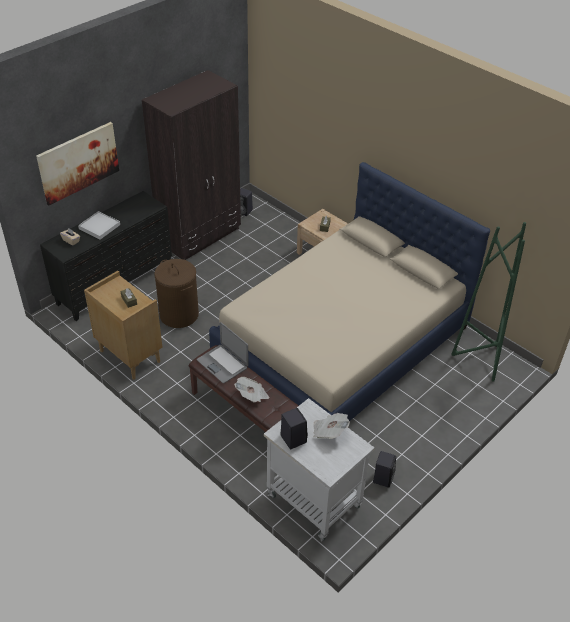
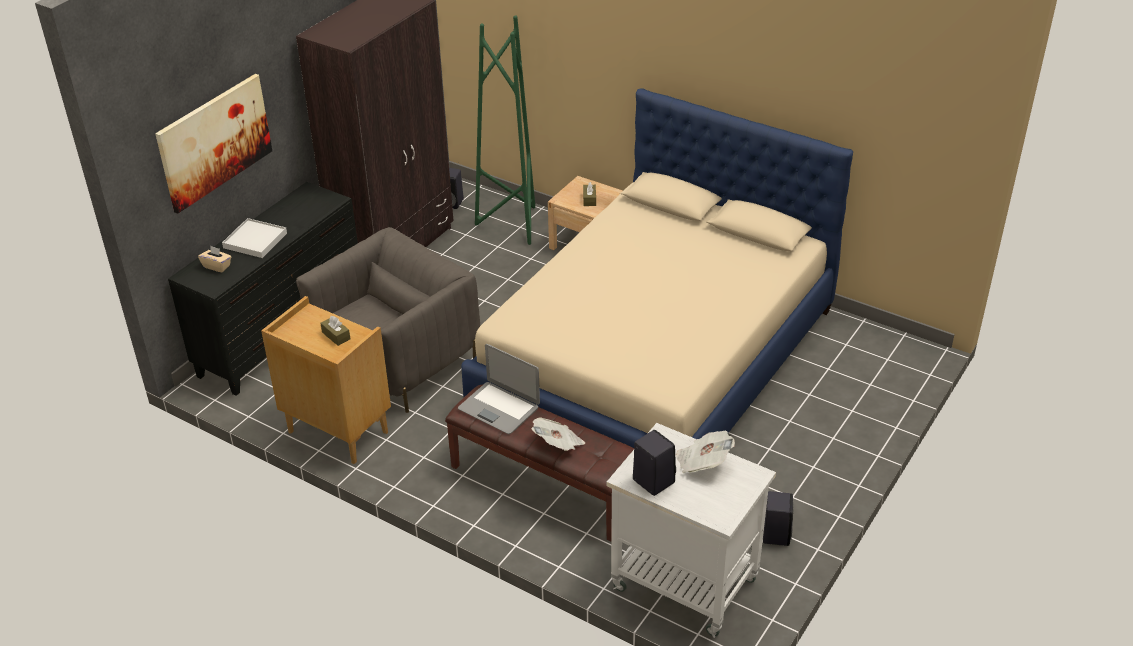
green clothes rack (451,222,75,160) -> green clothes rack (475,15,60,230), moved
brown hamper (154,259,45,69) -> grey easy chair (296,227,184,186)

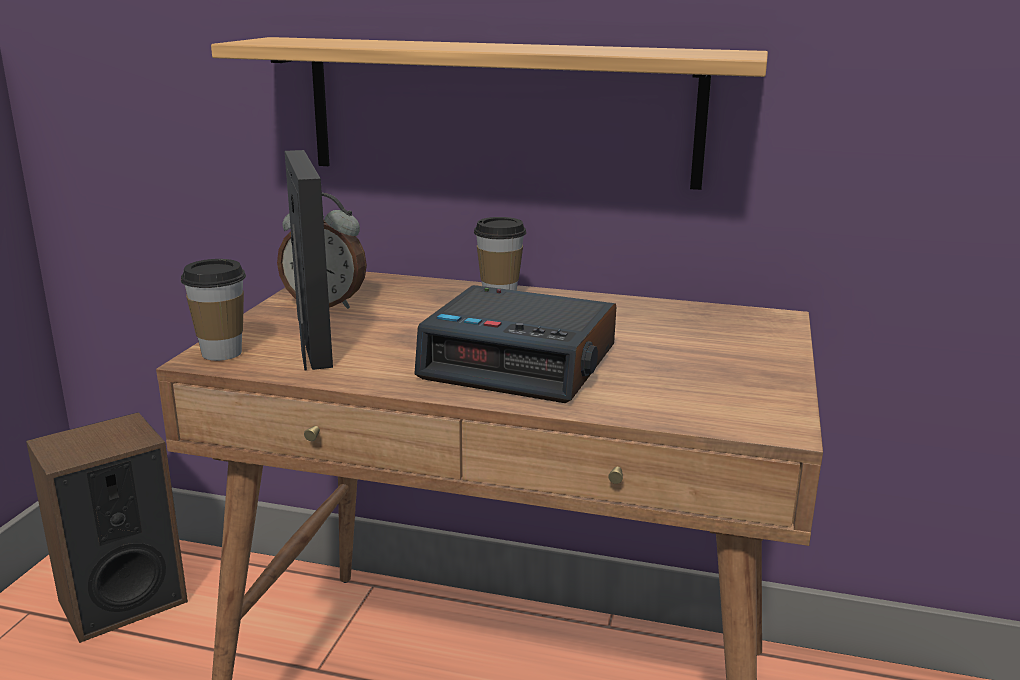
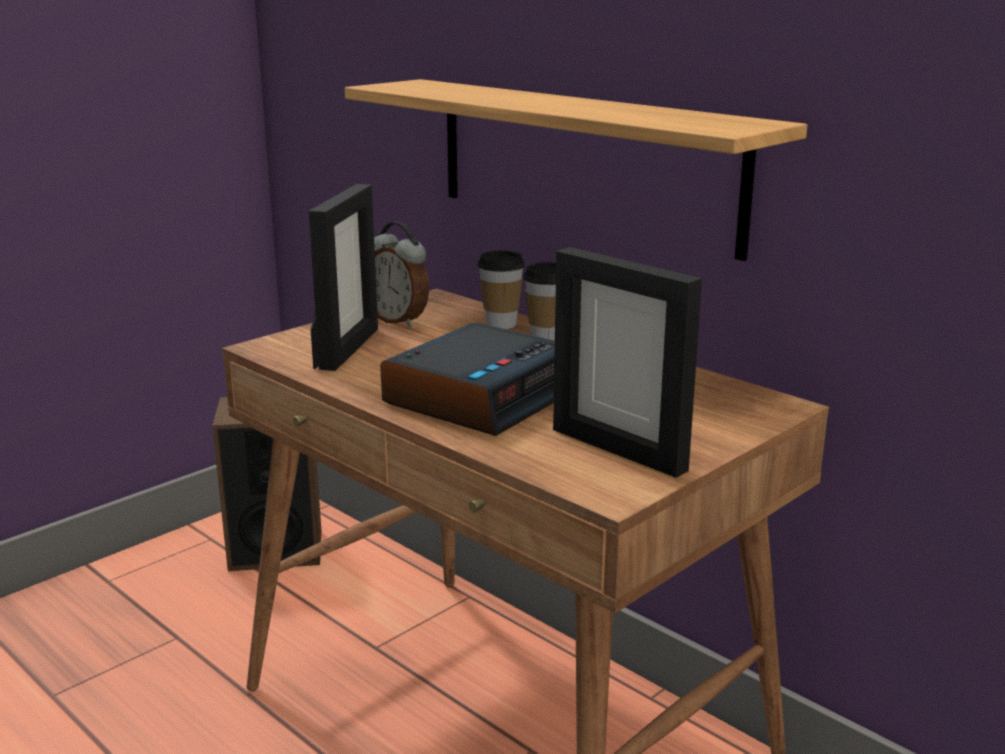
none -> photo frame (553,247,149,231)
cup (181,259,65,102) -> cup (477,251,48,78), moved
table clock (414,285,202,118) -> table clock (380,323,175,113), 105 degrees counterclockwise

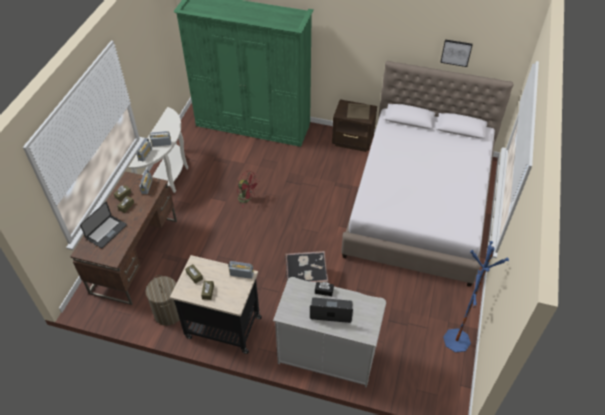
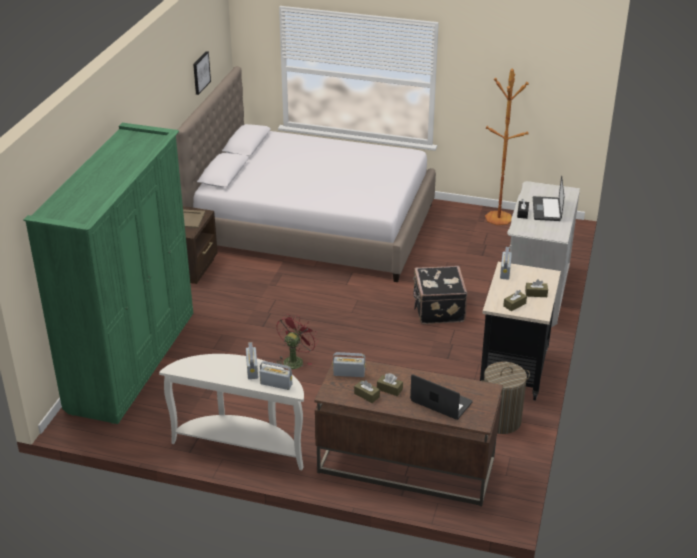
bluish clothes rack (443,241,66,111) -> orange-coloured clothes rack (485,68,44,157)

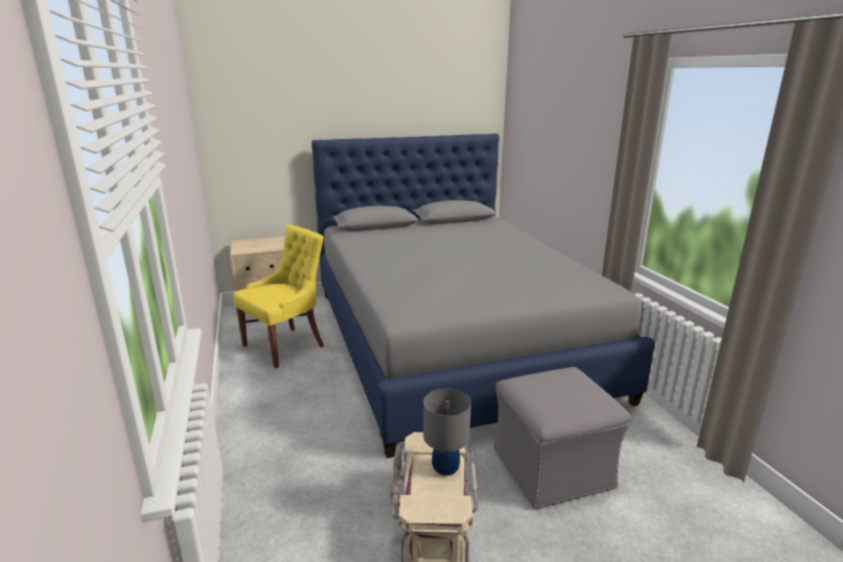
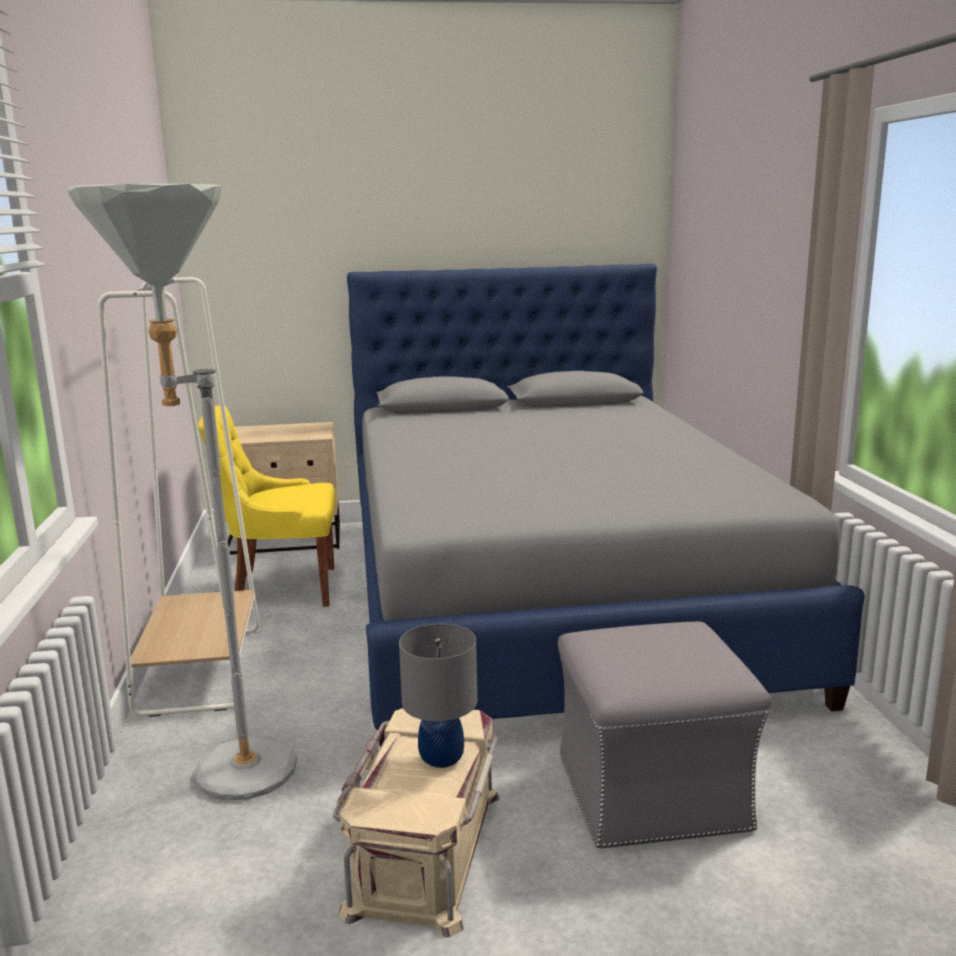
none -> grey standing lamp (67,184,230,616)
none -> clothes rack (97,277,162,440)
yellow plain chair (233,225,91,143) -> yellow plain chair (198,405,138,202), 150 degrees counterclockwise

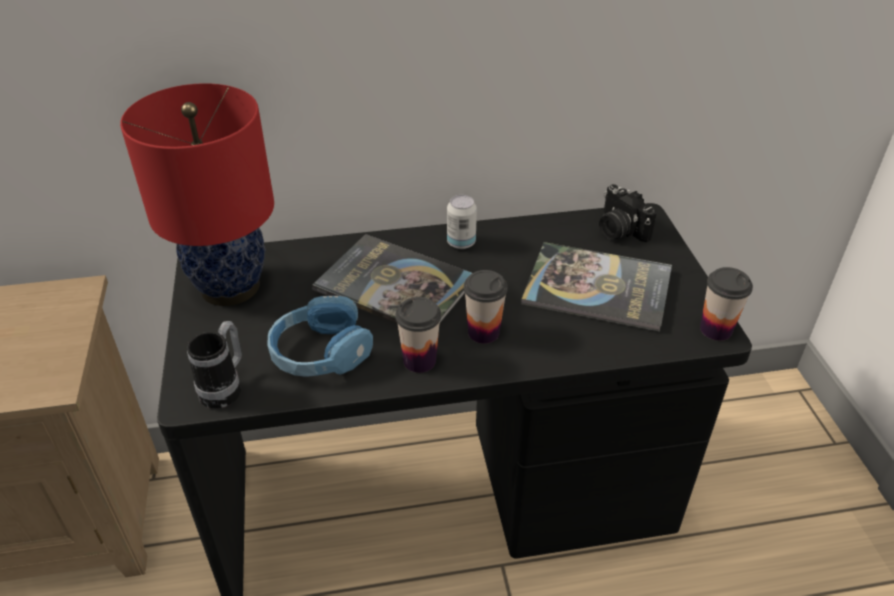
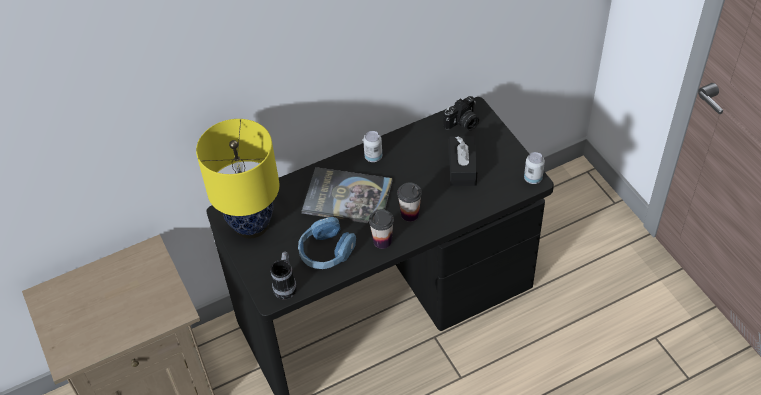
volume (521,242,151,89) -> black tissue holder (449,136,28,50)
cup (700,267,53,74) -> sealed can (524,152,21,32)
reddish lamp for a table (120,83,154,223) -> yellow lamp for a table (196,119,83,119)
photo camera (599,184,58,58) -> photo camera (443,96,36,34), 75 degrees counterclockwise

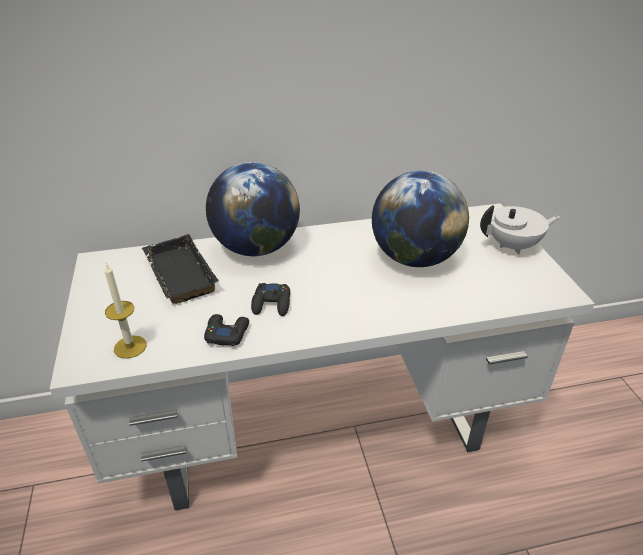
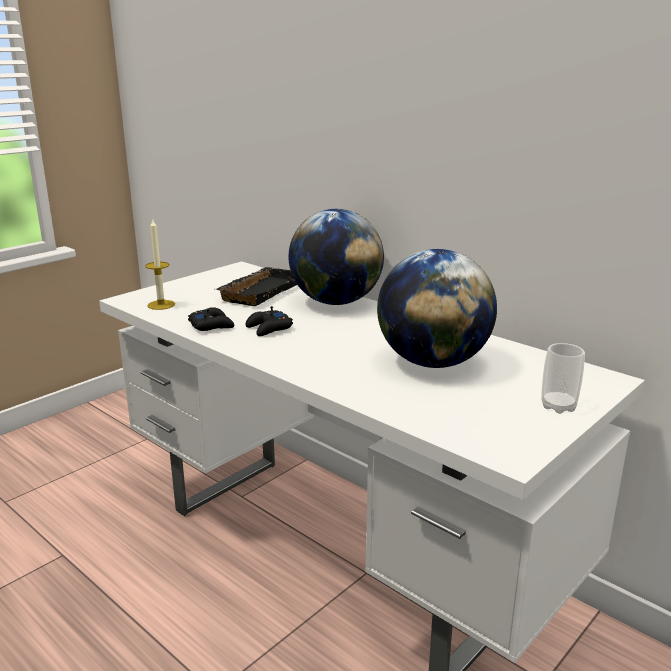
white-coloured pot for tea (480,205,80,49) -> cup (541,343,44,71)

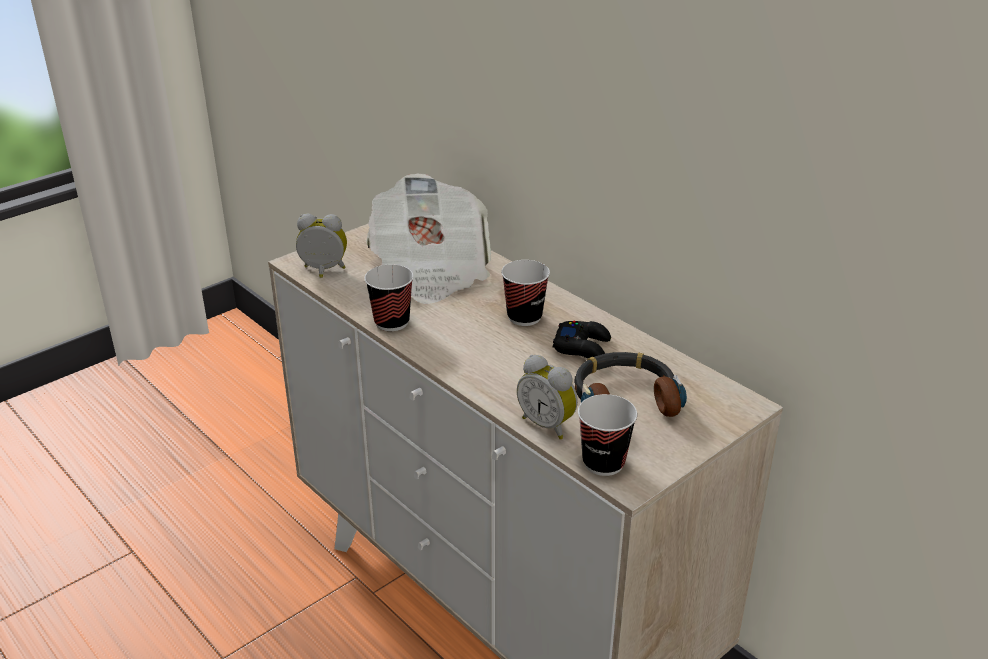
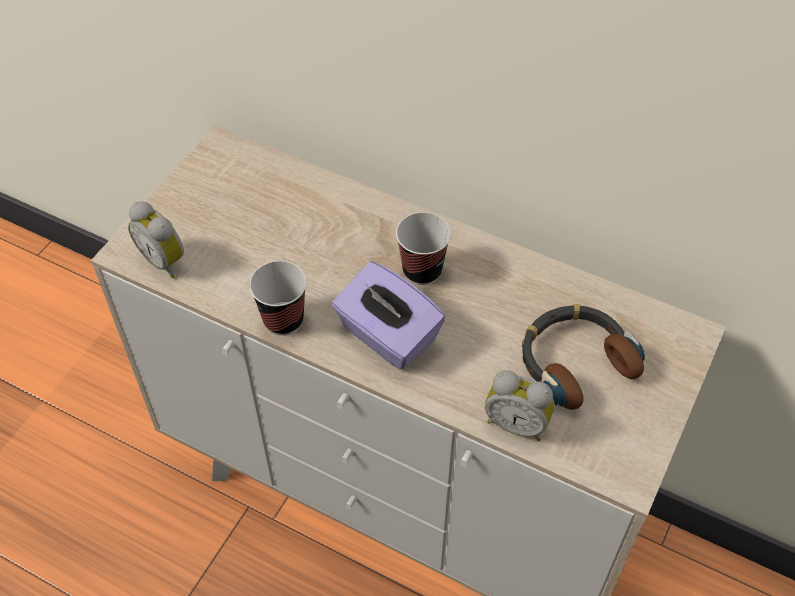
printed paper (366,174,125,130) -> none
black joypad (553,321,58,37) -> none
cup (578,394,59,82) -> none
none -> purplish tissue holder (332,261,113,109)
table clock (296,213,51,65) -> table clock (128,201,56,77), 120 degrees counterclockwise

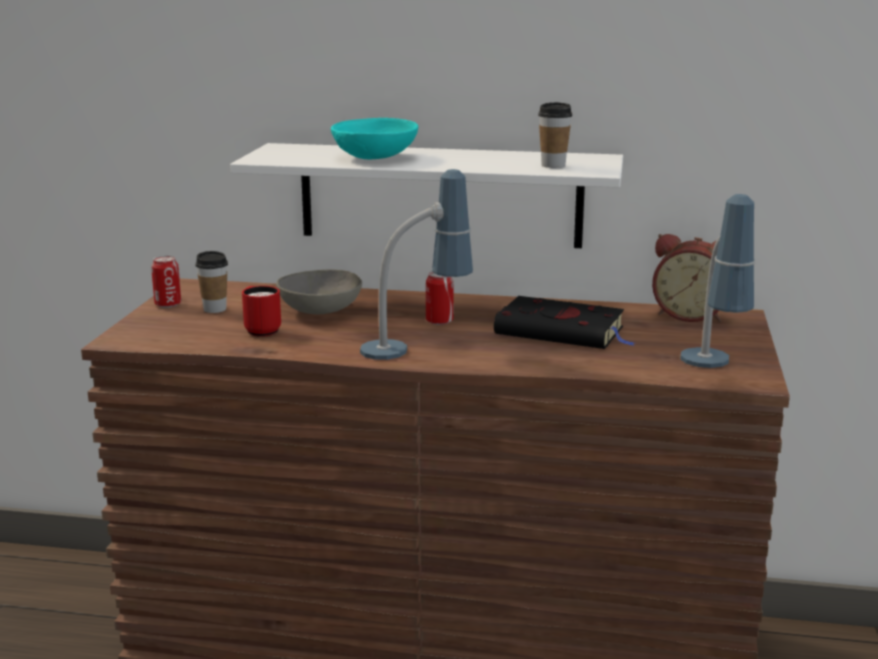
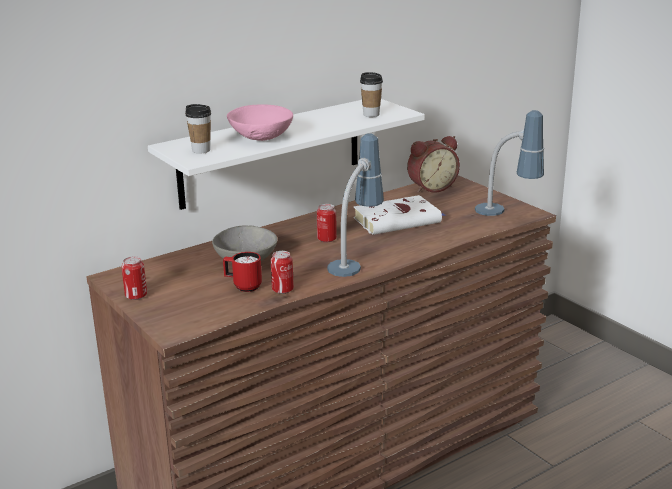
none -> sealed can (271,251,23,43)
cup (195,251,33,62) -> cup (185,104,26,50), moved
blue-green serving bowl (331,118,87,41) -> pink-coloured serving bowl (227,104,66,37)
black volume (494,296,141,53) -> white-coloured volume (354,195,91,40)

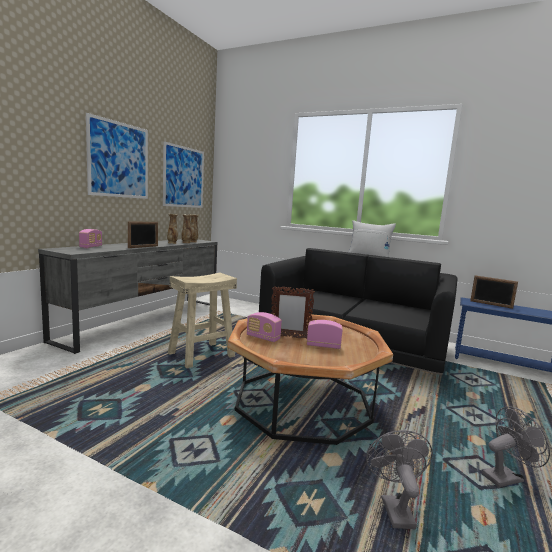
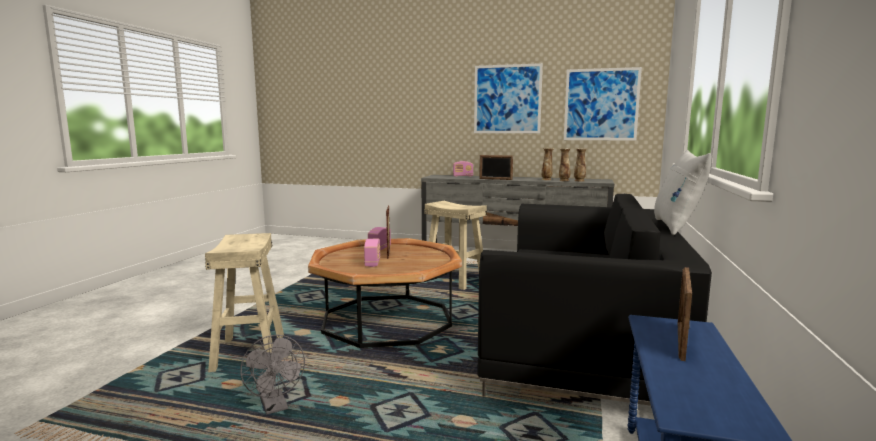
grey cooling fan (366,430,67,99) -> sand-coloured stool (205,233,79,139)

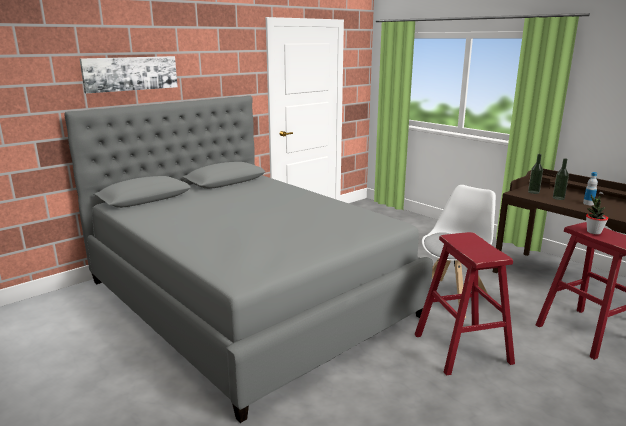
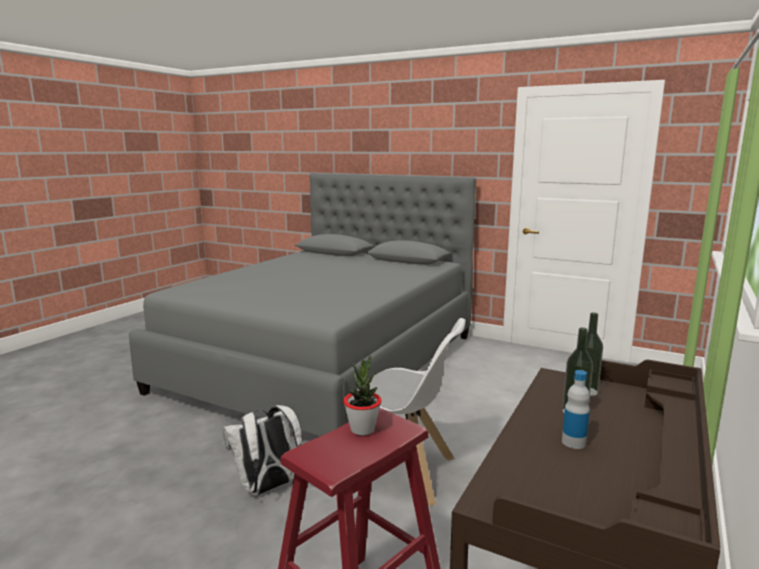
wall art (80,56,98,38) -> none
reddish stool (415,232,100,144) -> white-coloured knapsack (223,405,79,91)

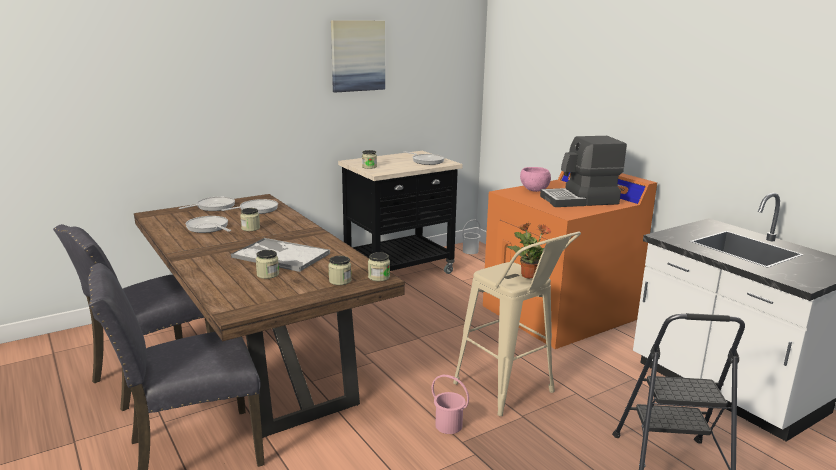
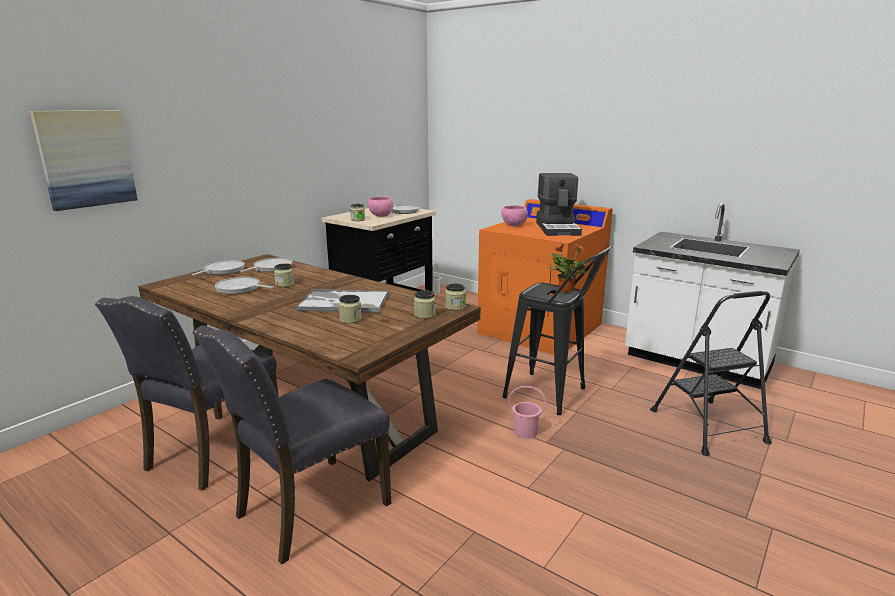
none -> pink-coloured serving bowl (368,196,25,21)
wall art (331,21,54,72) -> wall art (30,110,108,101), moved
sand-coloured stool (453,231,128,185) -> black stool (502,245,111,170)
coffee maker (540,136,87,71) -> coffee maker (536,173,46,63), 60 degrees counterclockwise

